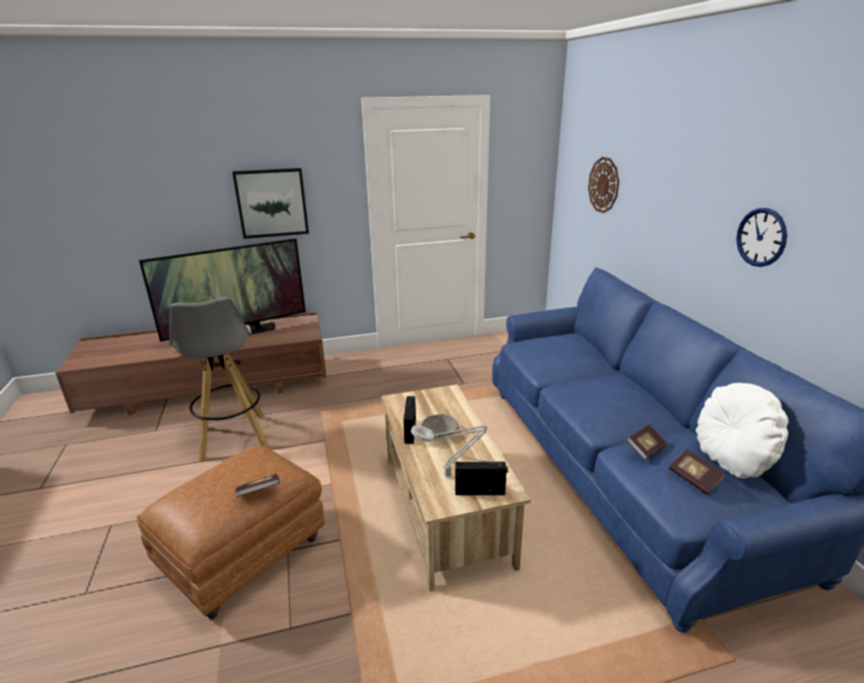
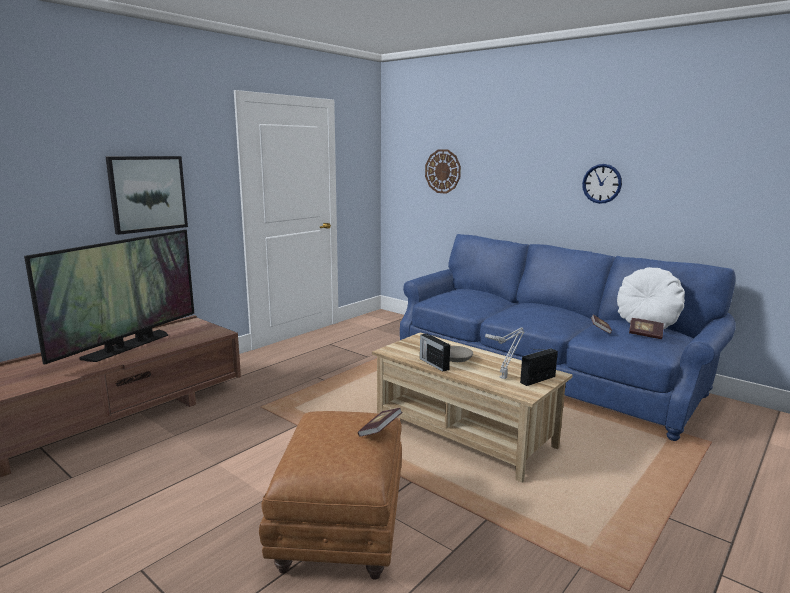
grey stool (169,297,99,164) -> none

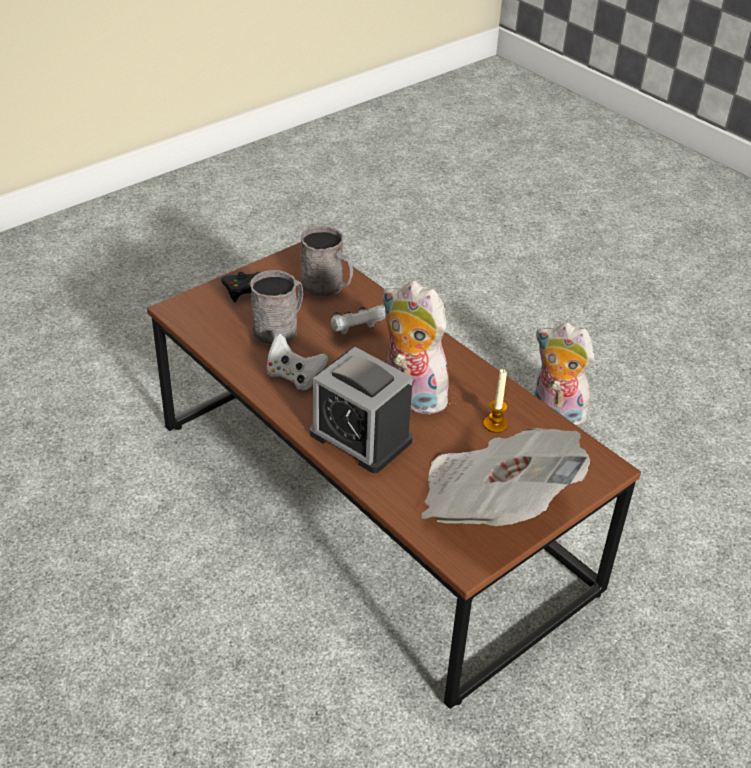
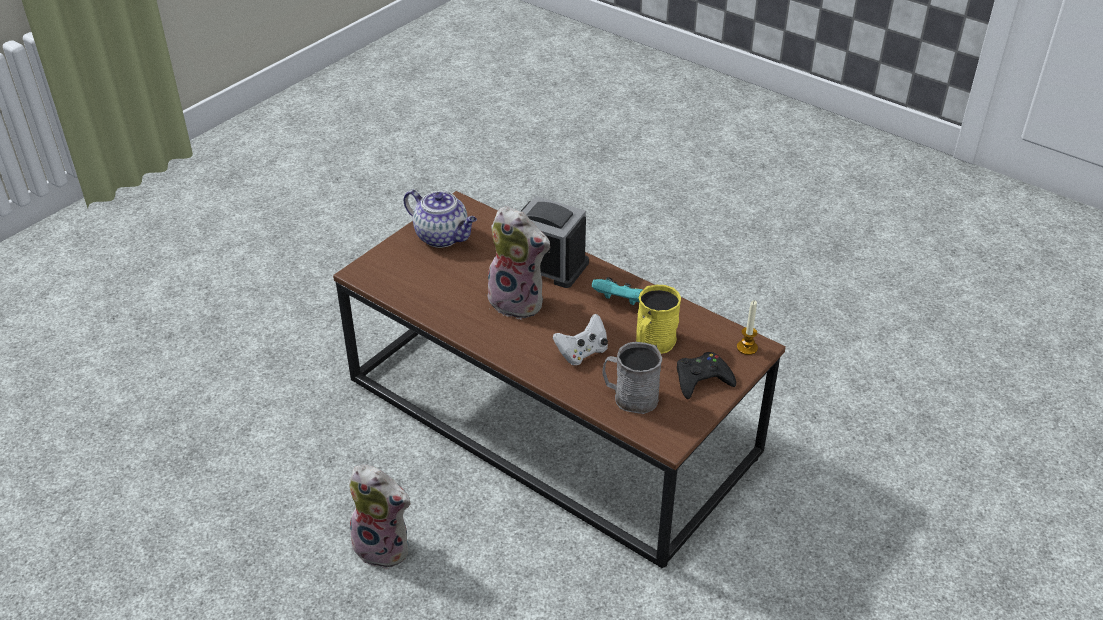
wax light (483,369,25,64) -> wax light (737,300,21,55), moved
printed paper (421,428,169,98) -> pot for tea (403,190,74,58)
grey coffee mug (250,270,53,75) -> yellow coffee mug (636,285,45,69)
white-coloured joypad (267,333,62,57) -> blue-green joypad (592,277,51,28)

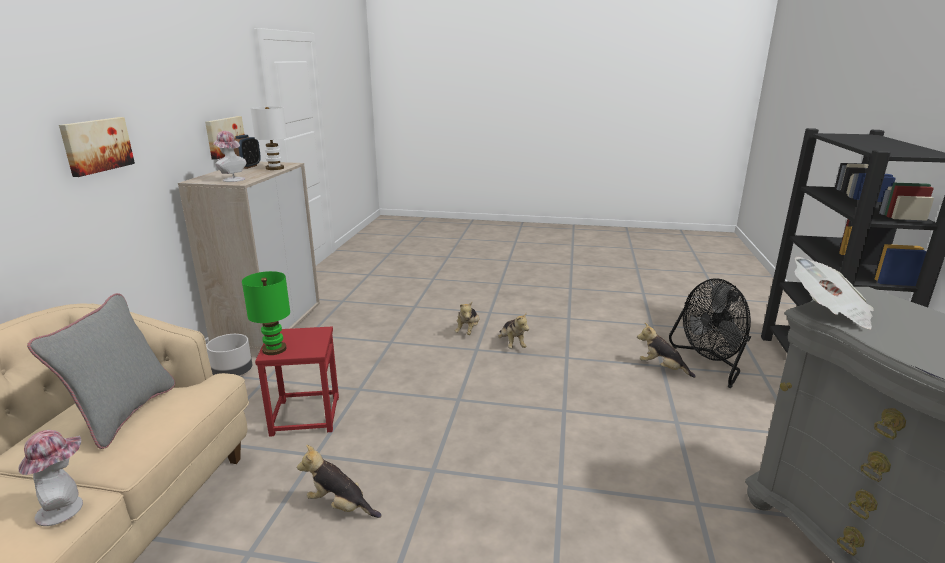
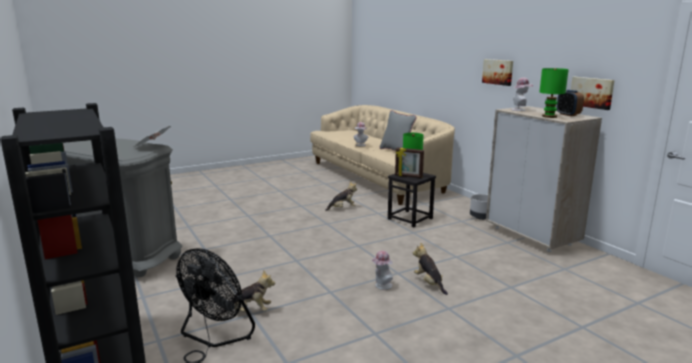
none -> photo frame (395,148,29,30)
cuddly toy (498,312,31,37) -> hat (371,251,22,39)
white-coloured lamp for a table (250,106,37,64) -> green lamp for a table (539,68,30,50)
reddish stool (255,327,84,110) -> black stool (388,173,48,54)

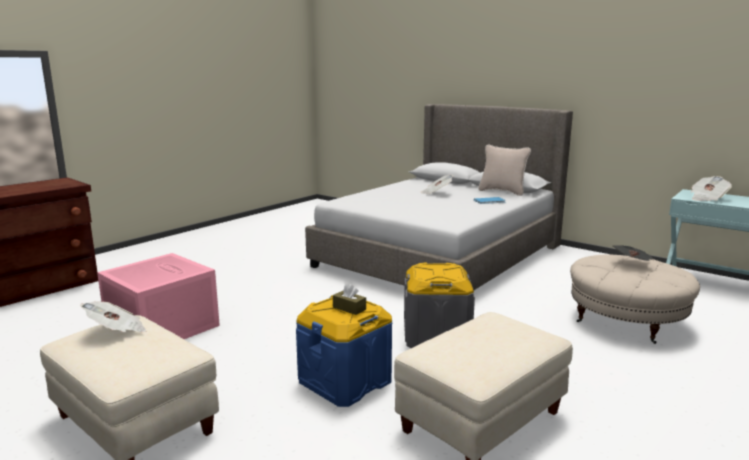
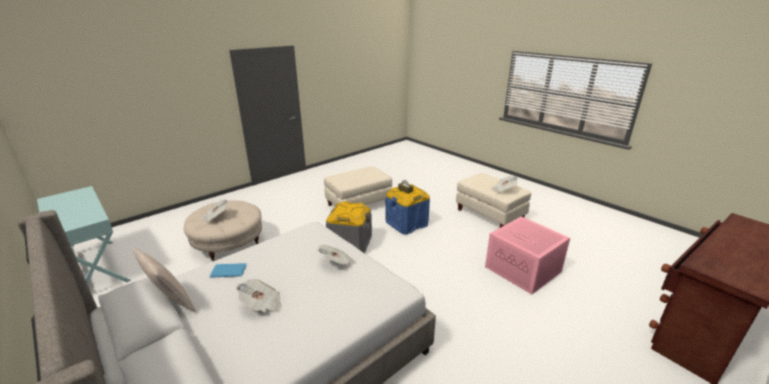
printed paper (691,176,41,25) -> printed paper (317,245,39,20), moved

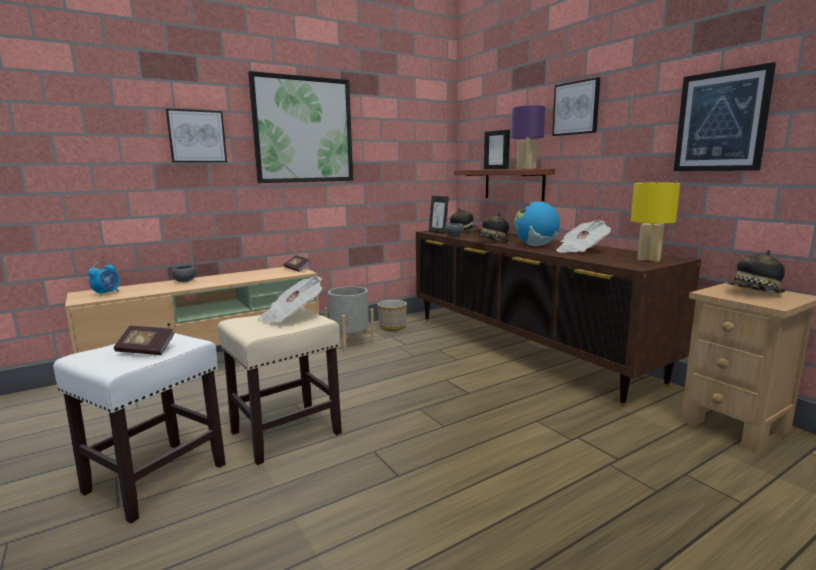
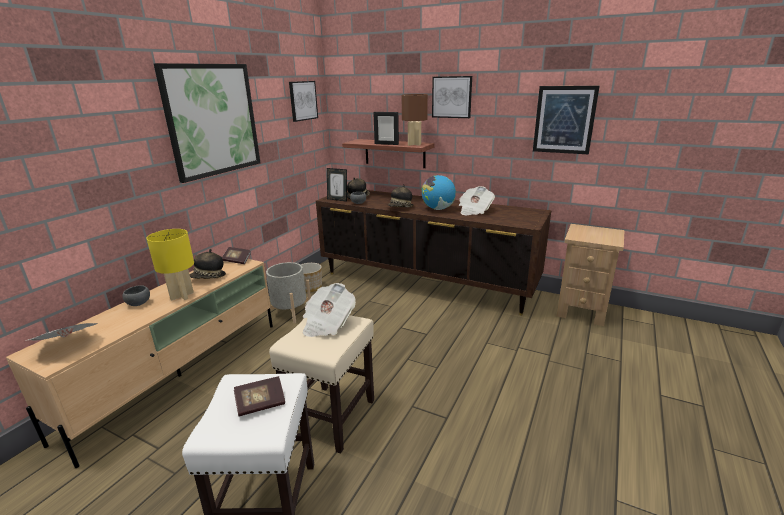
wall art (166,109,61,54) -> wall art (289,81,29,41), moved
yellow lamp for a table (631,183,49,79) -> yellow lamp for a table (146,229,48,71), moved
hat (727,250,58,44) -> hat (190,249,36,30), moved
table clock (88,262,32,35) -> printed paper (25,323,73,18)
purplish lamp for a table (512,105,33,64) -> brown lamp for a table (402,94,26,52)

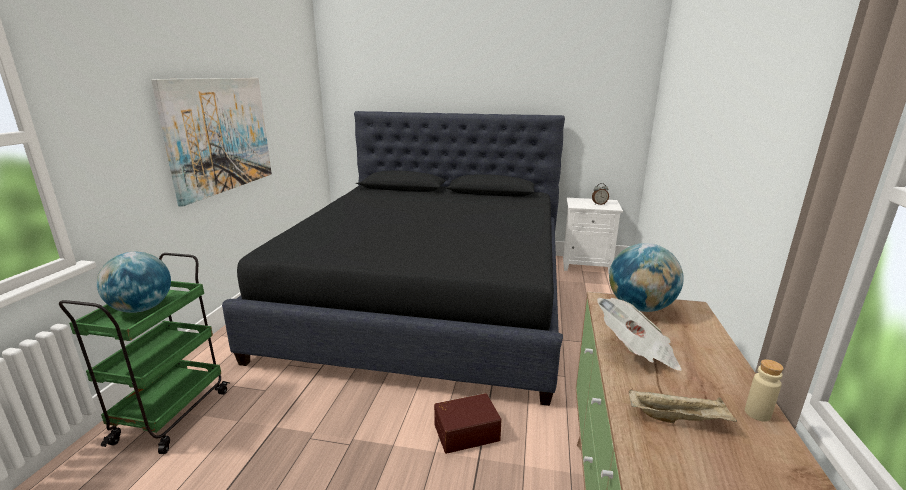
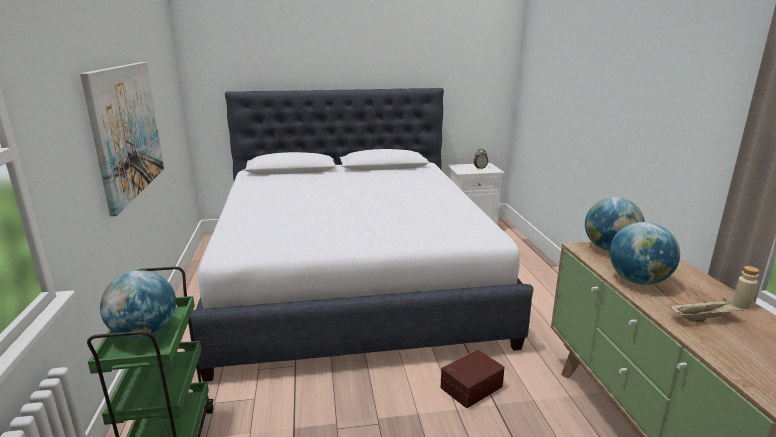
printed paper (597,298,85,73) -> world globe (609,222,71,63)
black bed (222,111,343,295) -> white-coloured bed (188,88,345,294)

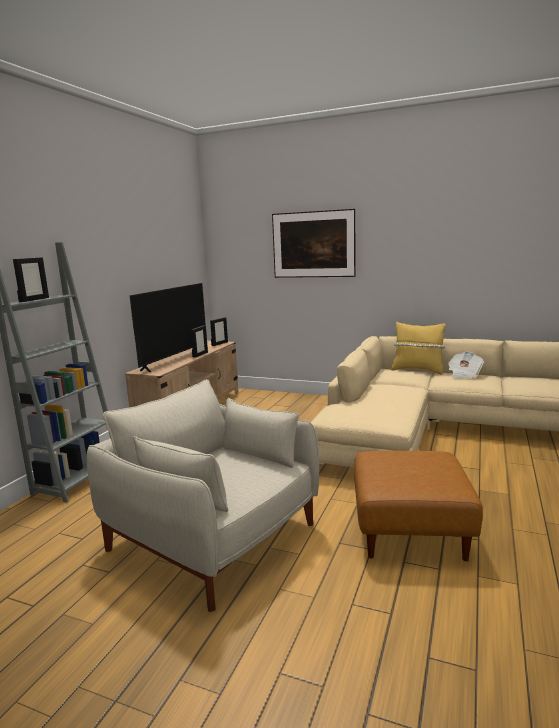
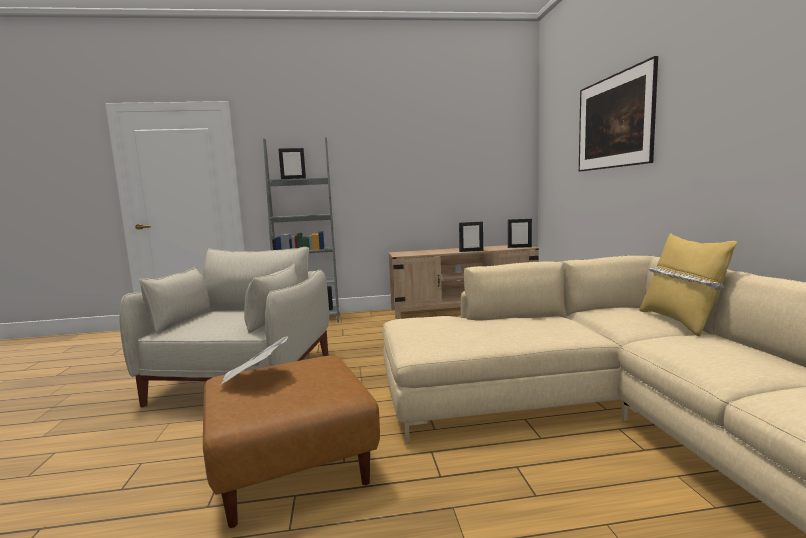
TV (130,283,76,89) -> none
printed paper (448,352,36,27) -> printed paper (219,336,69,50), moved

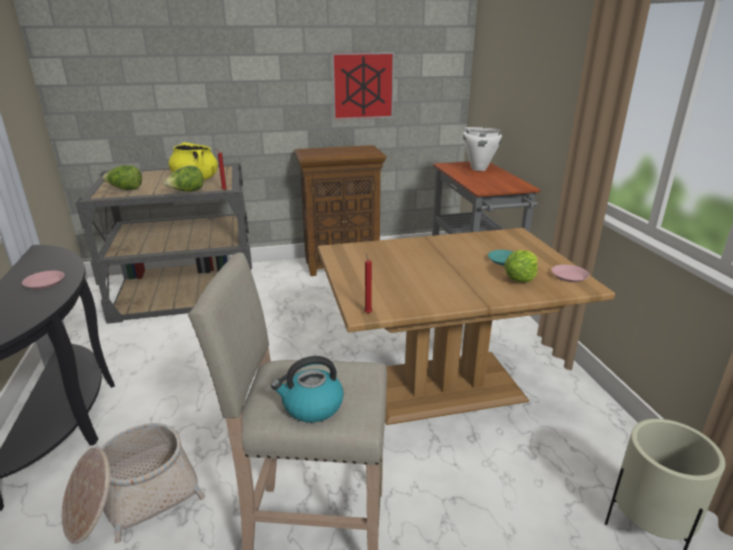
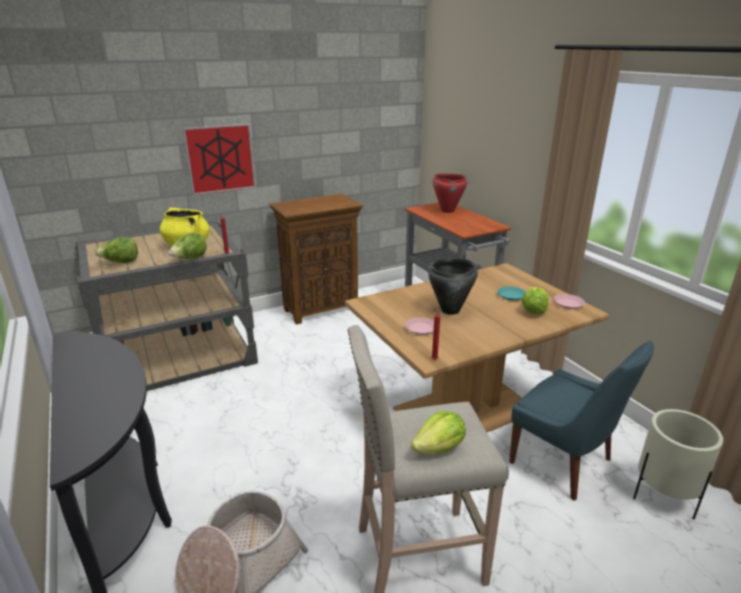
none -> black saucepot (428,258,50,57)
none -> bluish plain chair (509,341,145,160)
pink-coloured plate (22,271,42,18) -> pink-coloured plate (405,317,29,18), moved
wall art (332,52,63,68) -> wall art (183,124,73,71), moved
tea kettle (271,356,73,66) -> lettuce head (411,411,55,44)
white-coloured saucepot (463,127,39,44) -> reddish saucepot (433,174,34,39)

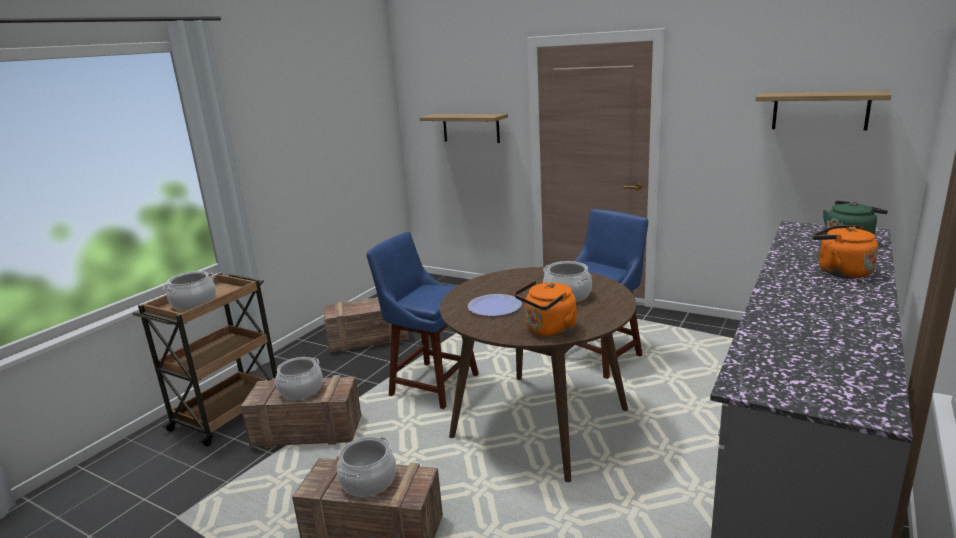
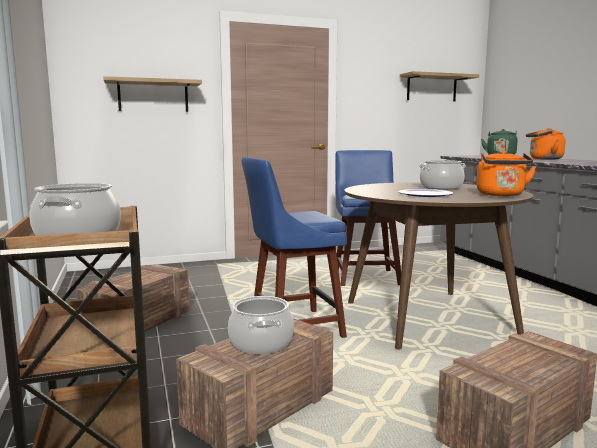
saucepot (337,437,59,60) -> none

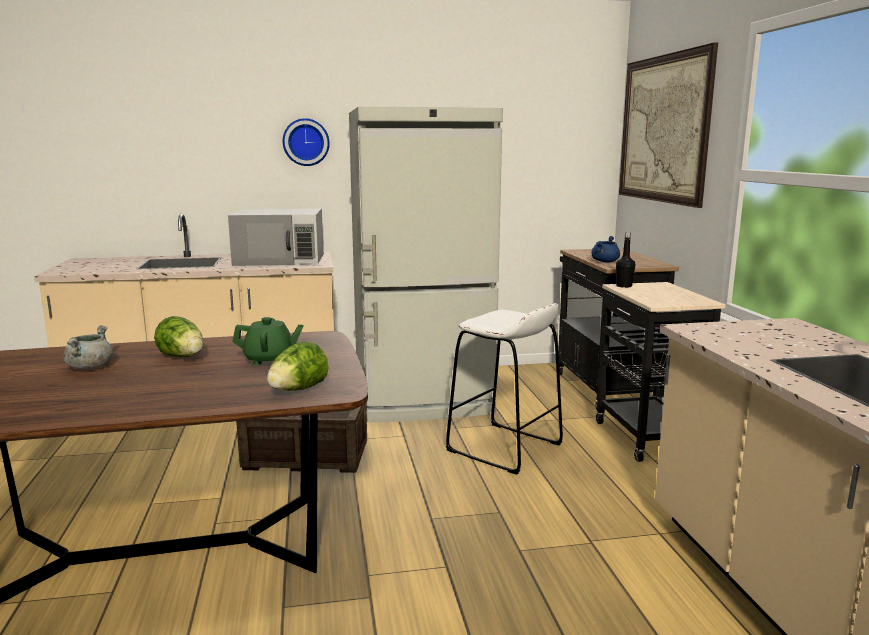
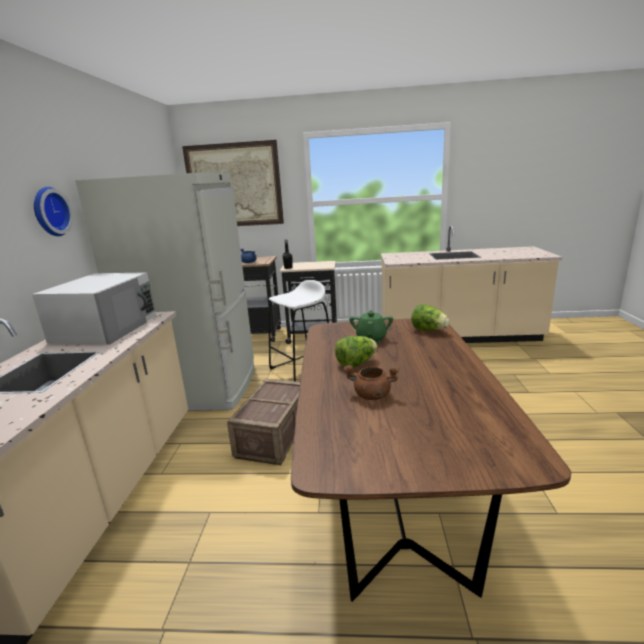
grey saucepot (63,325,50,44) -> brown saucepot (343,365,56,35)

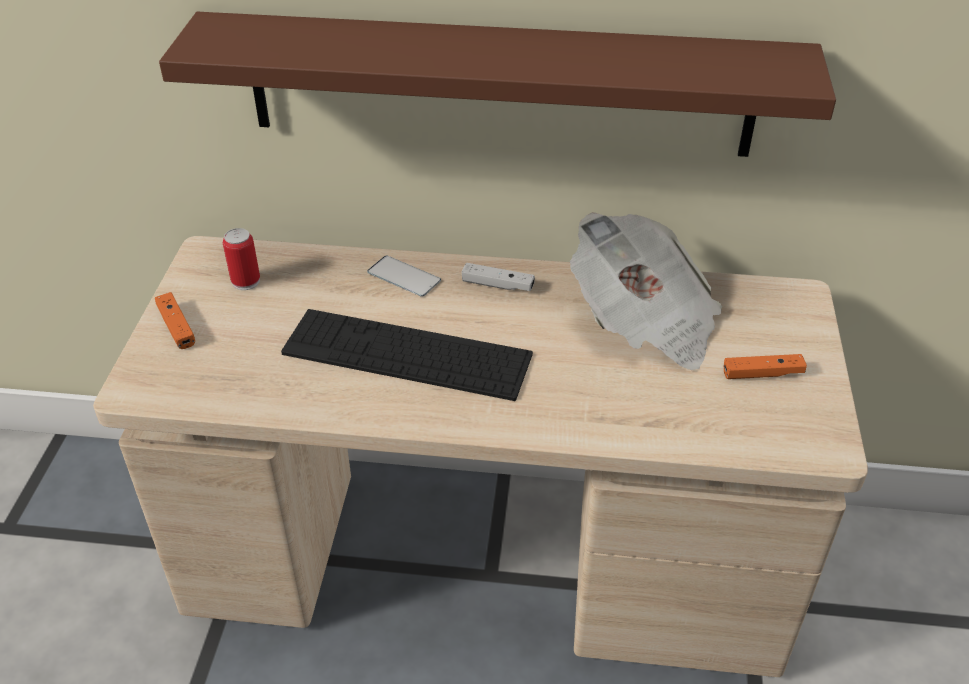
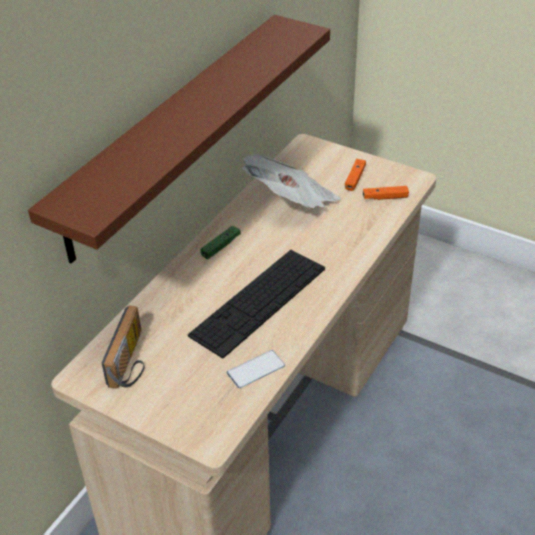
orange-coloured joypad (155,292,40,57) -> orange-coloured joypad (363,186,46,14), moved
telephone (367,256,74,41) -> telephone (227,350,58,38), moved
sealed can (223,228,37,62) -> radio (102,305,42,84)
white-coloured joypad (462,263,73,28) -> green joypad (200,226,41,33)

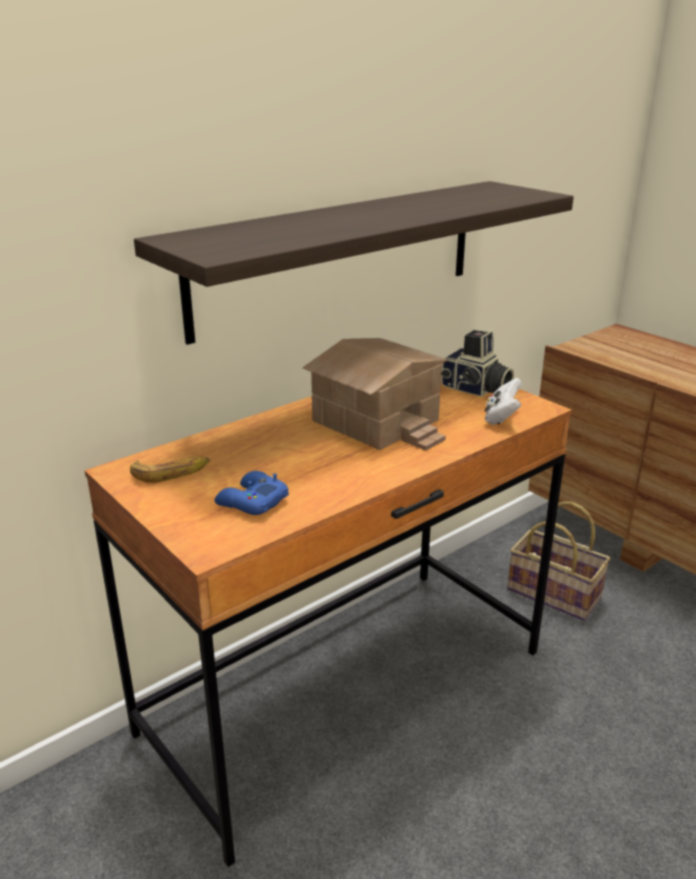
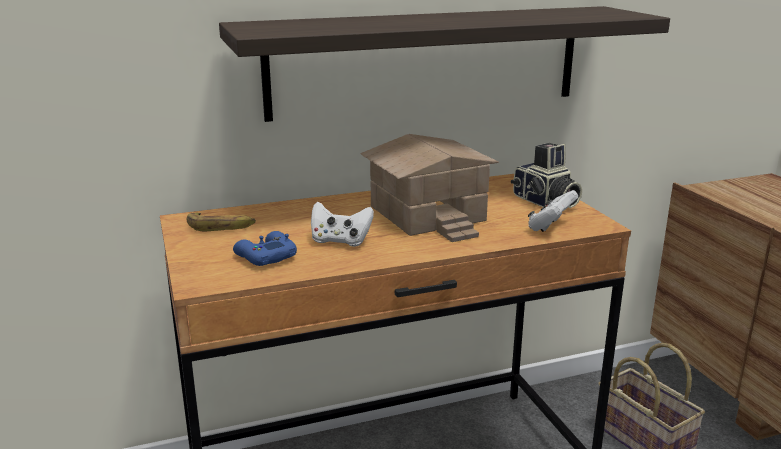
none -> white-coloured joypad (311,202,63,45)

